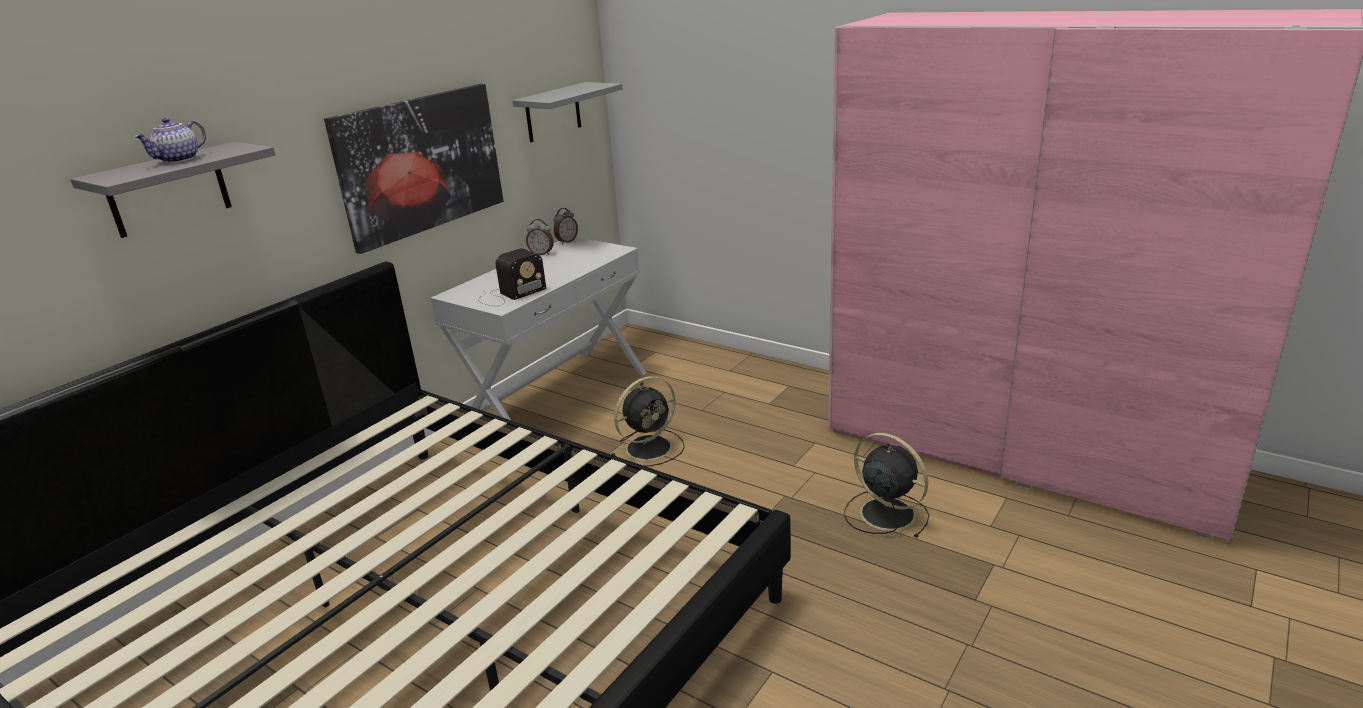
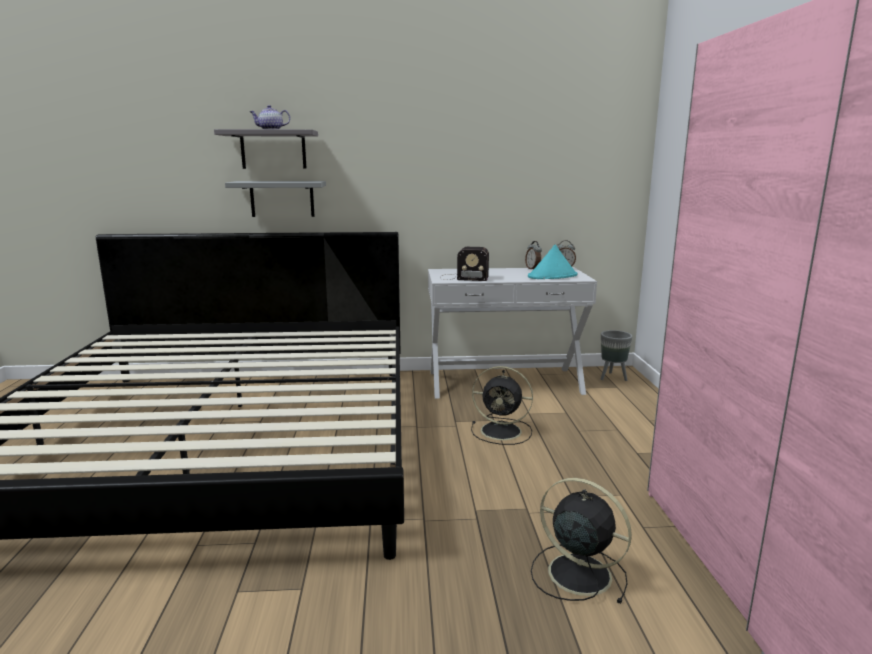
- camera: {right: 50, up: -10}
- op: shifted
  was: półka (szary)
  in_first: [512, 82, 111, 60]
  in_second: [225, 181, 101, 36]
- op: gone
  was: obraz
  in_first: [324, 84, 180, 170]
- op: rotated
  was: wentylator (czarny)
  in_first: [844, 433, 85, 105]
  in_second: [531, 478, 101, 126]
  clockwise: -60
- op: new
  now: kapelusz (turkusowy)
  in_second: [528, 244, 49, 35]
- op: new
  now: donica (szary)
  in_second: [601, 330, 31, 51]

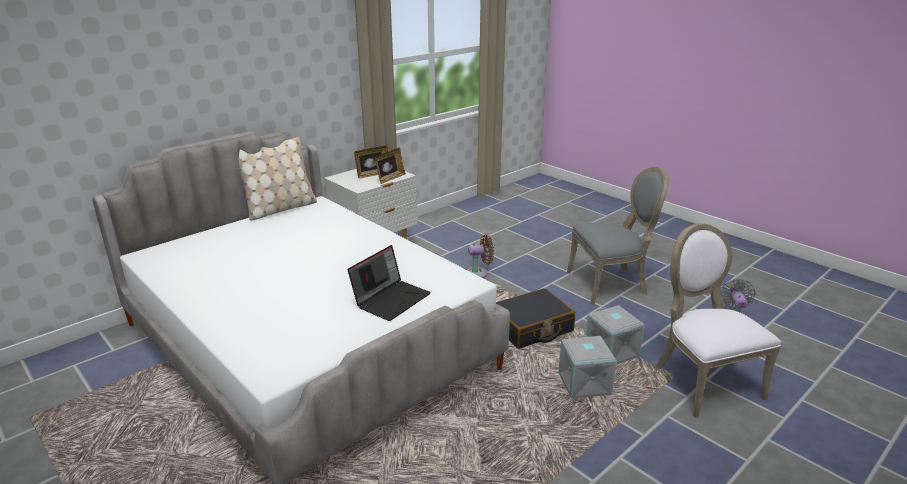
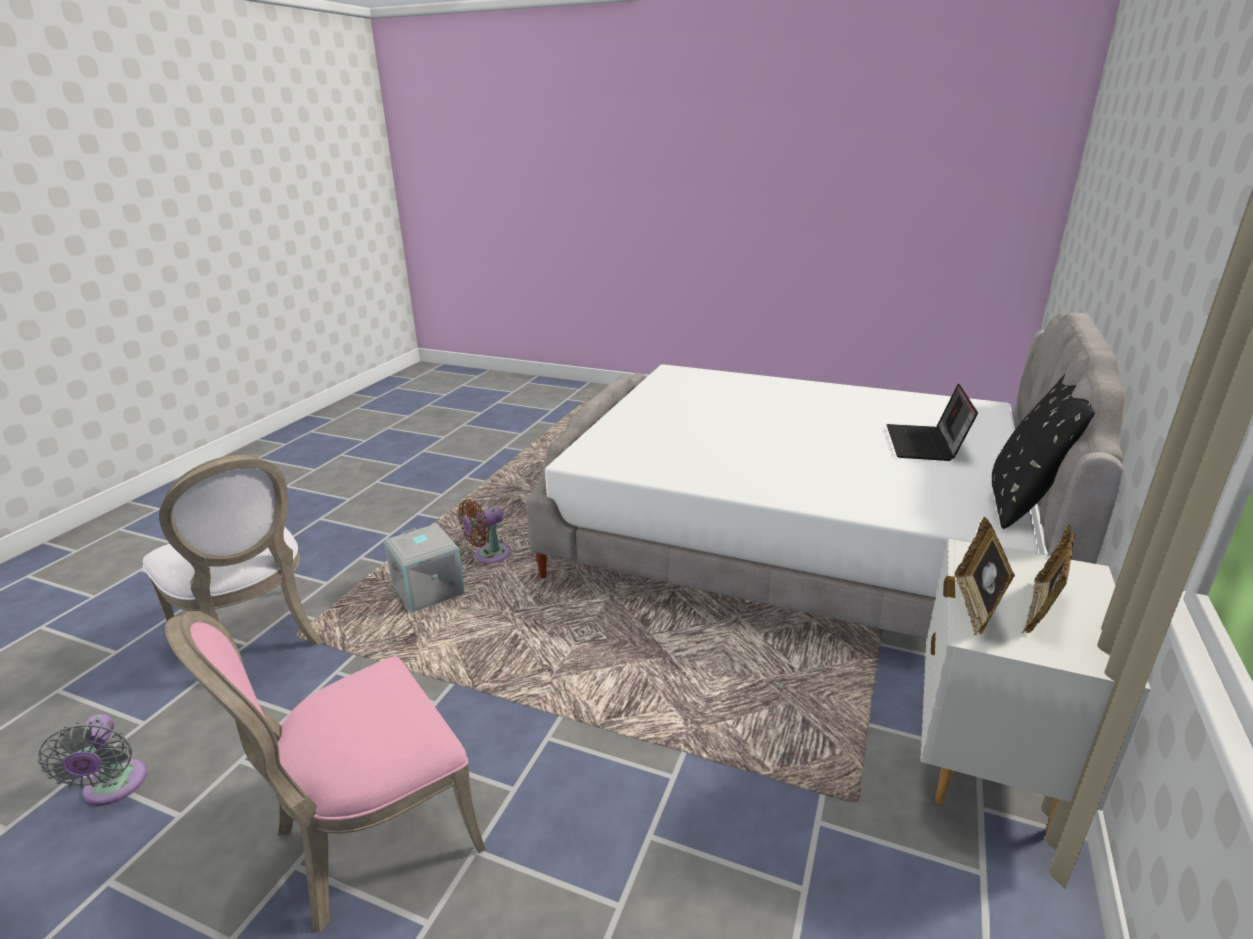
- camera: {right: 155, up: 0}
- op: repainted
  was: poduszka (beżowy)
  now: poduszka (czarny)
  in_first: [239, 137, 78, 84]
  in_second: [992, 373, 103, 156]
- op: repainted
  was: krzesło (szary)
  now: krzesło (różowy)
  in_first: [567, 167, 102, 138]
  in_second: [165, 611, 321, 321]
- op: shifted
  was: wentylator (brązowy)
  in_first: [467, 235, 27, 43]
  in_second: [458, 499, 52, 64]
- op: shifted
  was: laptop
  in_first: [347, 245, 84, 76]
  in_second: [886, 383, 92, 78]
- op: gone
  was: walizka (czarny)
  in_first: [496, 288, 79, 61]
- op: gone
  was: pojemnik do przechowywania (szary)
  in_first: [585, 305, 60, 59]

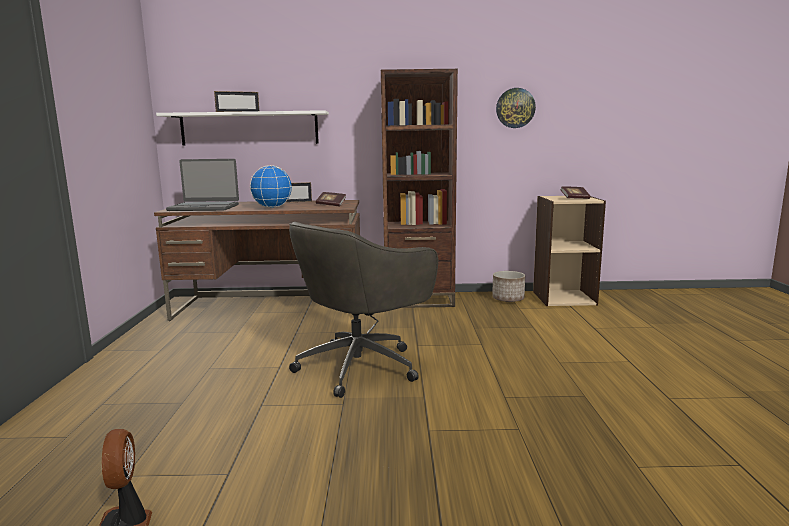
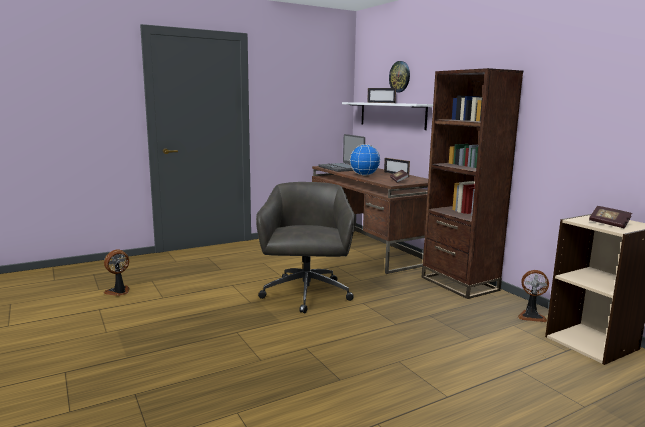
- camera: {right: 60, up: 0}
- op: shifted
  was: zegar ścienny
  in_first: [496, 88, 40, 40]
  in_second: [389, 61, 21, 31]
- op: rotated
  was: krzesło biurowe (szary)
  in_first: [289, 222, 149, 176]
  in_second: [256, 182, 99, 131]
  clockwise: 75
- op: swapped
  was: donica
  now: wentylator
  in_first: [492, 271, 33, 31]
  in_second: [518, 270, 31, 52]

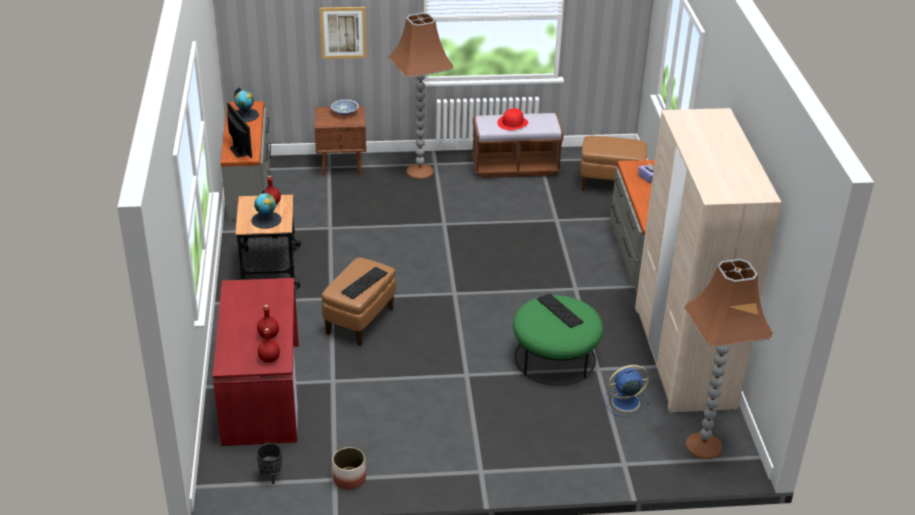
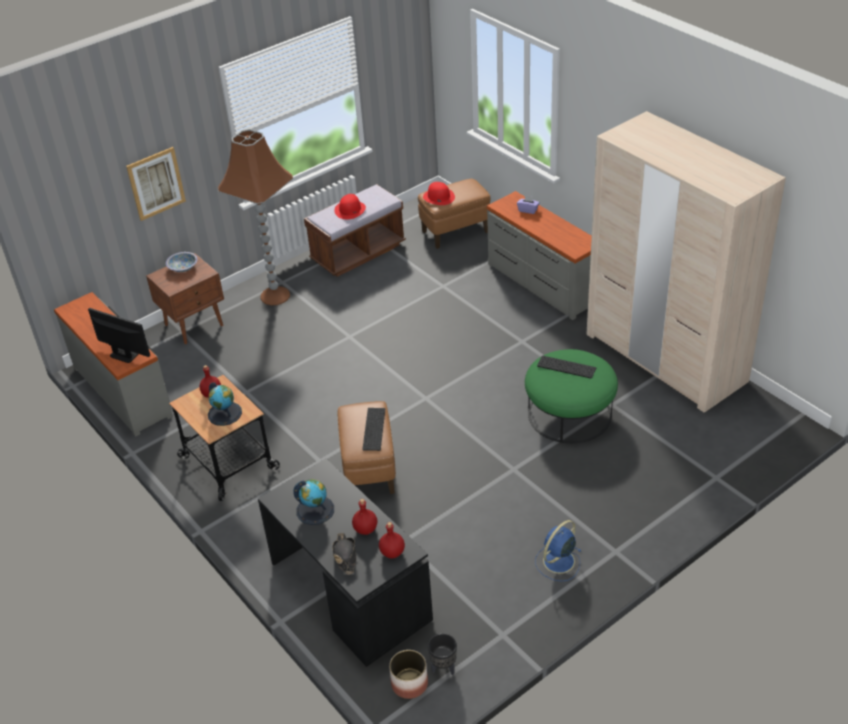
- camera: {right: -30, up: 5}
- op: shifted
  was: globus
  in_first: [234, 88, 25, 34]
  in_second: [293, 479, 41, 46]
- op: gone
  was: lampa stojąca (brązowy)
  in_first: [684, 259, 89, 200]
- op: repainted
  was: biurko (czerwony)
  now: biurko (czarny)
  in_first: [213, 278, 86, 168]
  in_second: [258, 459, 175, 208]
- op: shifted
  was: wentylator (niebieski)
  in_first: [604, 365, 45, 52]
  in_second: [535, 520, 46, 61]
- op: shifted
  was: donica
  in_first: [332, 447, 34, 43]
  in_second: [389, 650, 39, 49]
- op: new
  now: kapelusz (czerwony)
  in_second: [423, 182, 32, 23]
- op: new
  now: kapelusz (czarny)
  in_second: [332, 533, 24, 42]

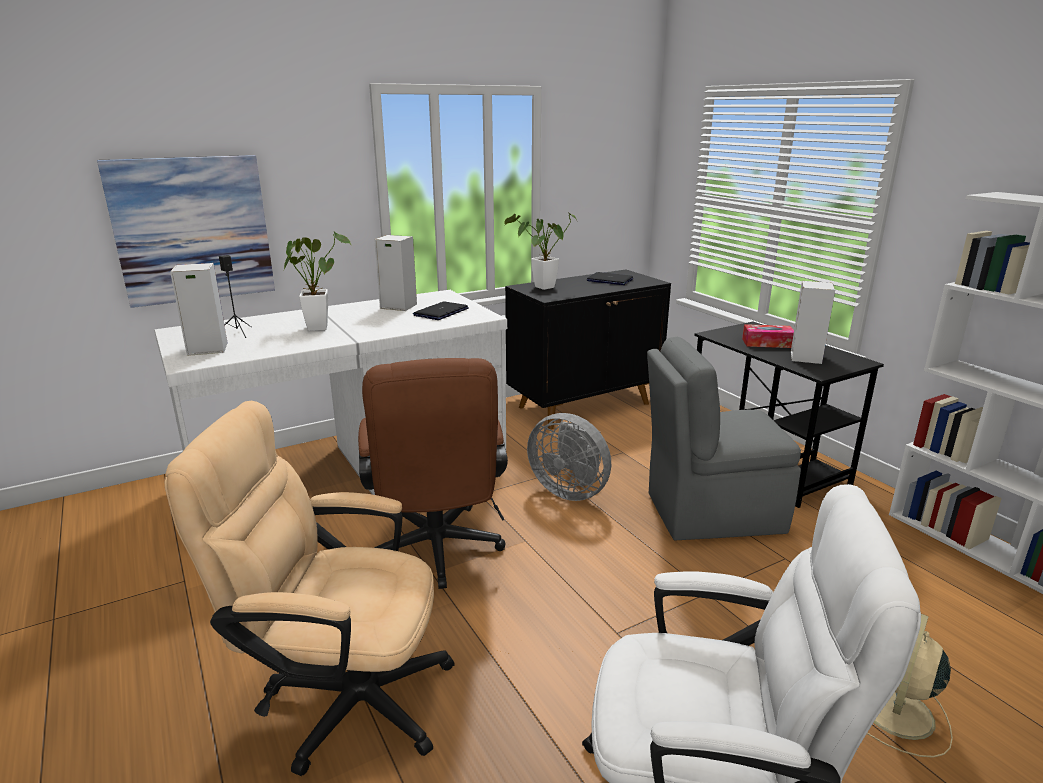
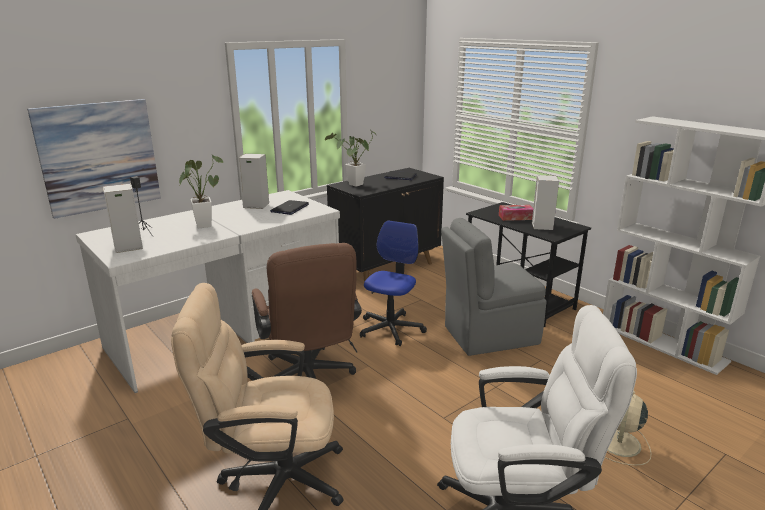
- camera: {right: -10, up: 0}
- op: swapped
  was: wentylator (szary)
  now: krzesło biurowe
  in_first: [527, 413, 84, 88]
  in_second: [360, 220, 67, 126]

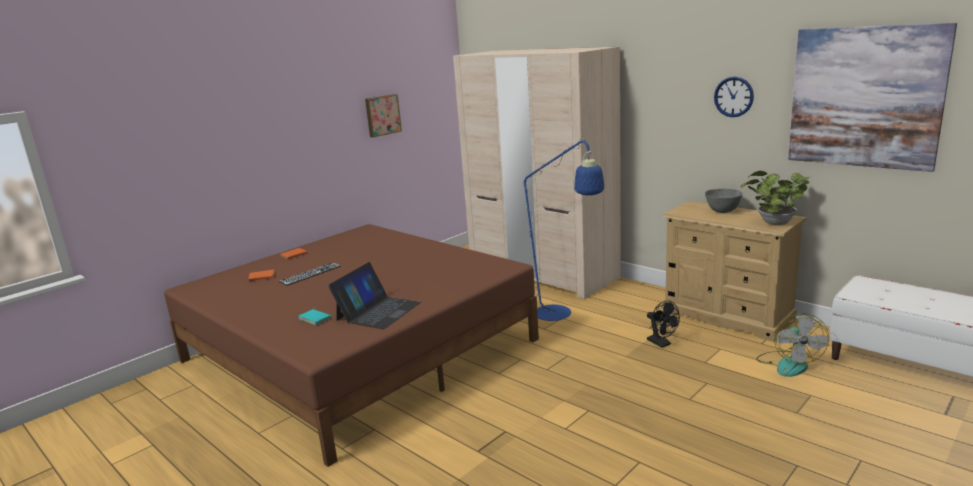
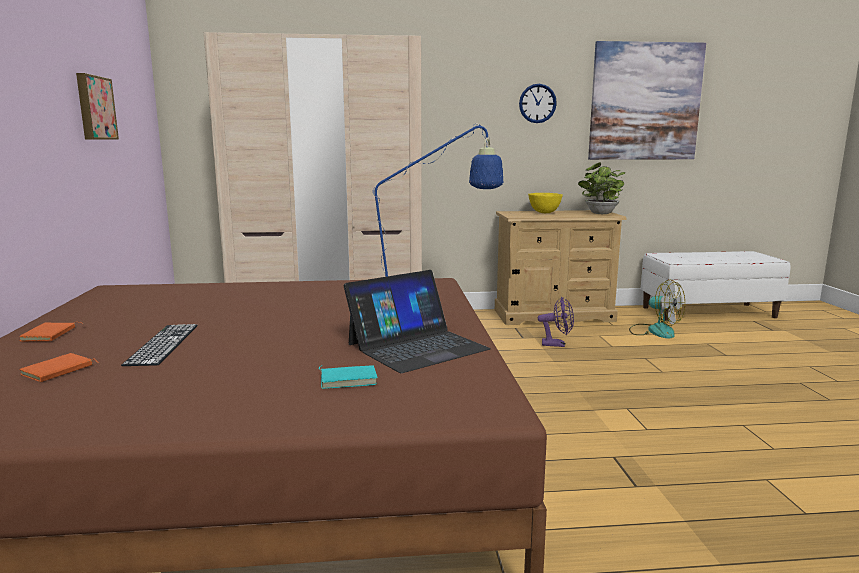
- camera: {right: -50, up: -5}
- op: repainted
  was: miska (szary)
  now: miska (żółty)
  in_first: [705, 189, 38, 24]
  in_second: [528, 193, 35, 20]
- op: rotated
  was: laptop
  in_first: [328, 262, 93, 67]
  in_second: [344, 270, 147, 103]
  clockwise: 75
- op: repainted
  was: wentylator (czarny)
  now: wentylator (fioletowy)
  in_first: [647, 300, 33, 48]
  in_second: [538, 296, 36, 51]

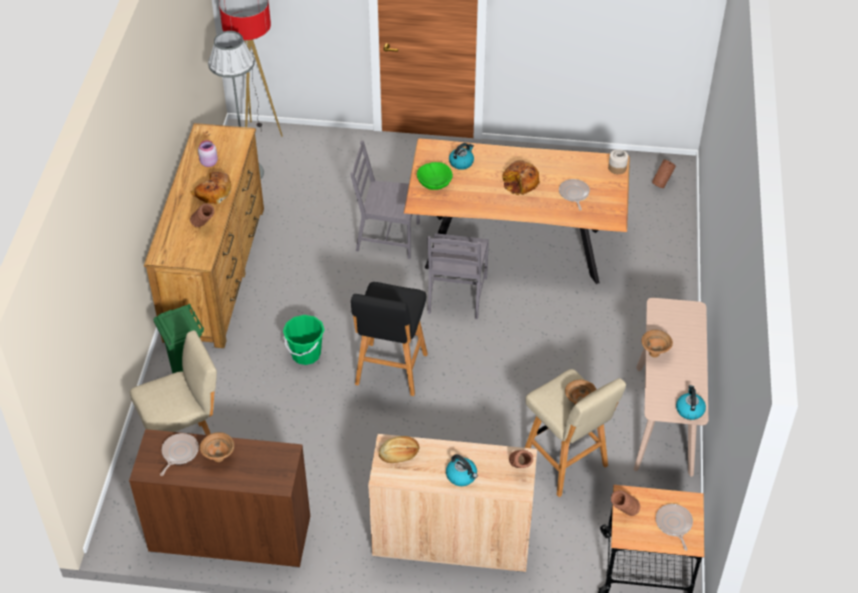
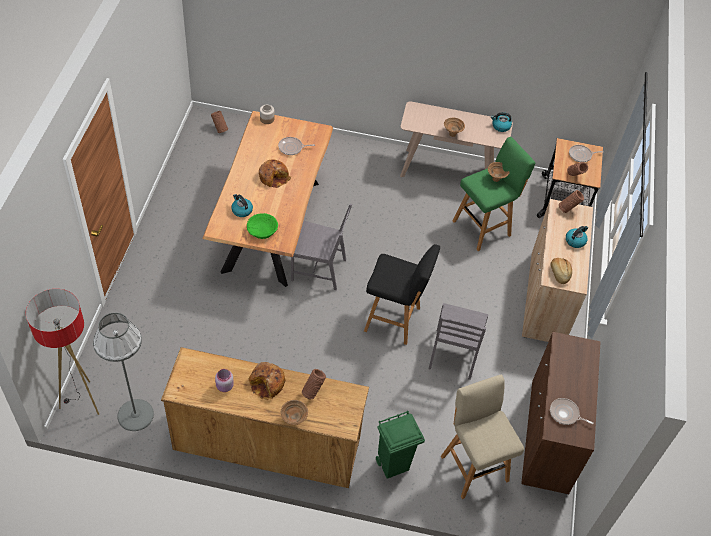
- camera: {right: -90, up: 5}
- op: shifted
  was: krzesło (szary)
  in_first: [350, 141, 70, 118]
  in_second: [429, 303, 59, 77]
- op: gone
  was: wiadro (zielony)
  in_first: [283, 315, 41, 50]
- op: repainted
  was: stołek (beżowy)
  now: stołek (zielony)
  in_first: [525, 369, 101, 128]
  in_second: [453, 137, 82, 114]
- op: shifted
  was: miska (brązowy)
  in_first: [200, 432, 34, 30]
  in_second: [281, 400, 27, 25]

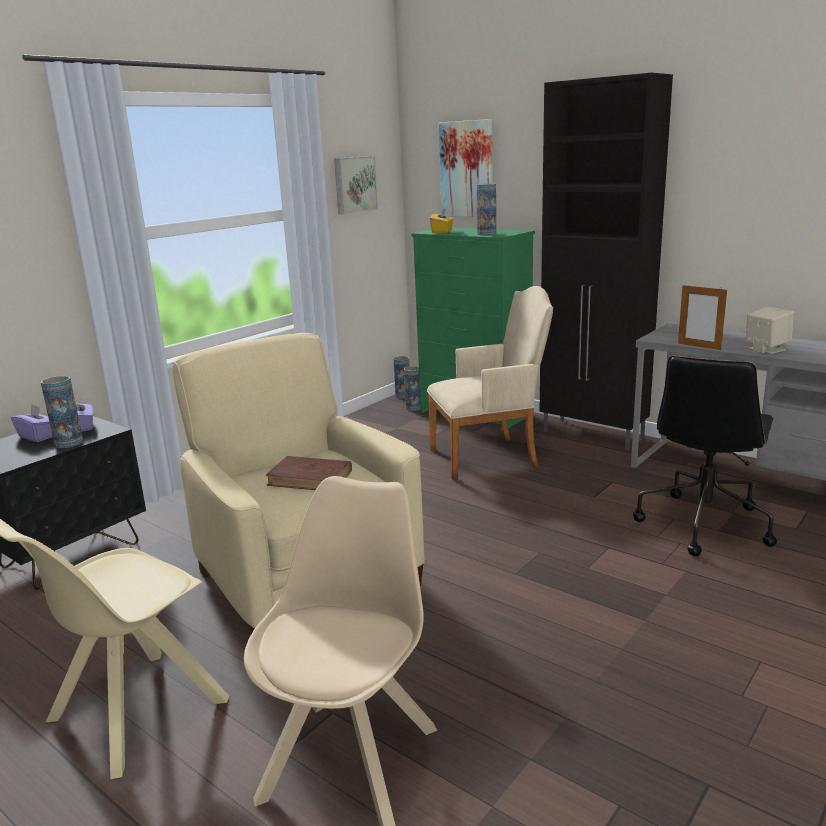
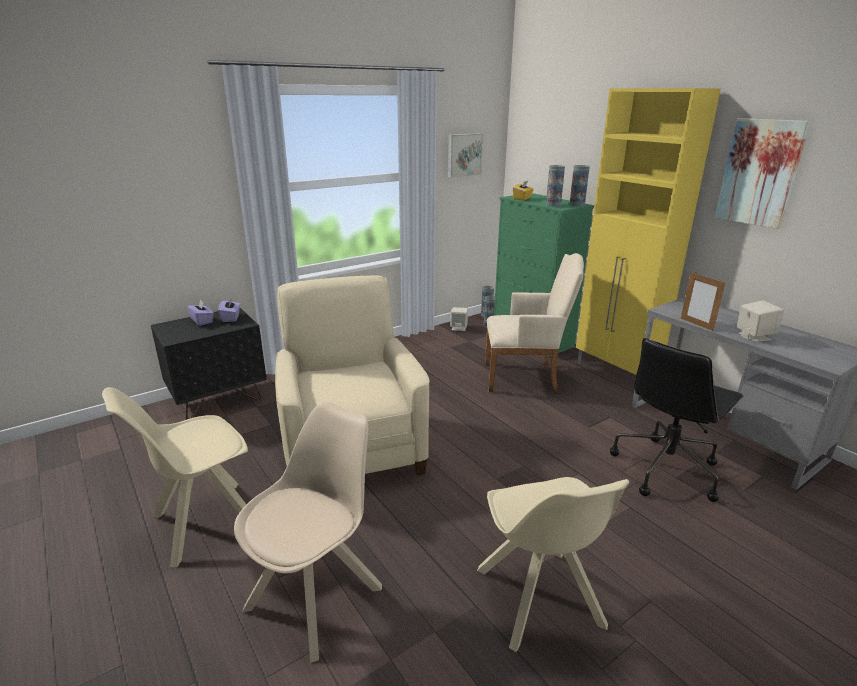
- camera: {right: 15, up: 5}
- op: repainted
  was: szafka (czarny)
  now: szafka (żółty)
  in_first: [539, 73, 134, 377]
  in_second: [576, 88, 145, 287]
- op: shifted
  was: obraz
  in_first: [439, 119, 53, 98]
  in_second: [715, 118, 96, 111]
- op: shifted
  was: wazon
  in_first: [41, 376, 42, 72]
  in_second: [569, 165, 21, 41]
- op: gone
  was: książka (brązowy)
  in_first: [265, 456, 87, 34]
- op: new
  now: głośnik (beżowy)
  in_second: [450, 307, 18, 24]
- op: new
  now: krzesło (beżowy)
  in_second: [477, 477, 152, 175]

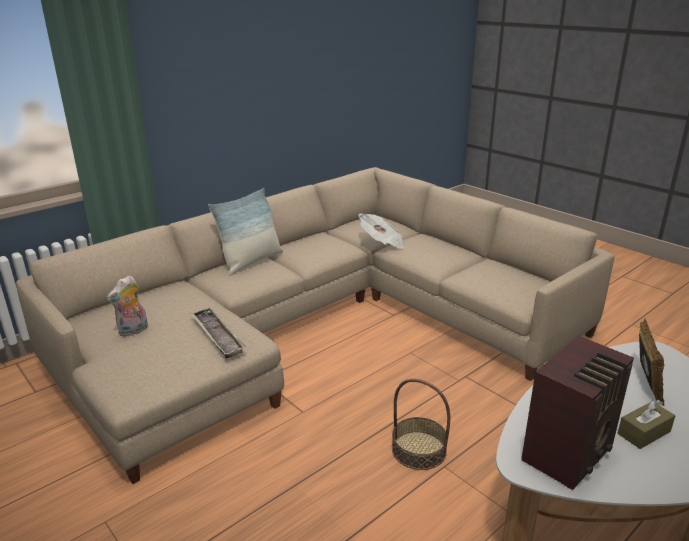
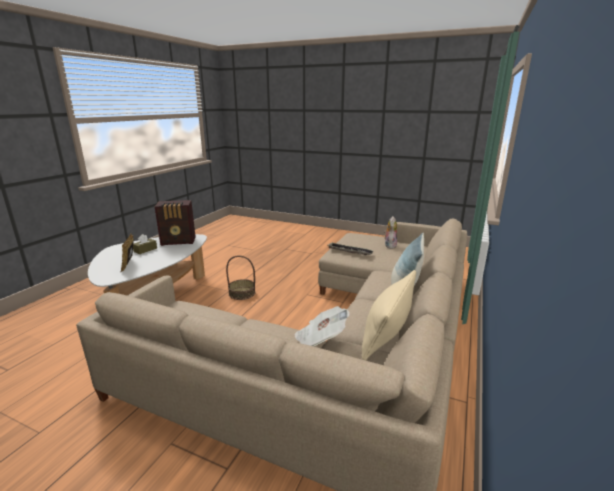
- camera: {right: 155, up: -5}
- op: rotated
  was: radio
  in_first: [521, 336, 113, 154]
  in_second: [155, 200, 41, 46]
  clockwise: -120
- op: new
  now: poduszka (beżowy)
  in_second: [362, 270, 54, 91]

